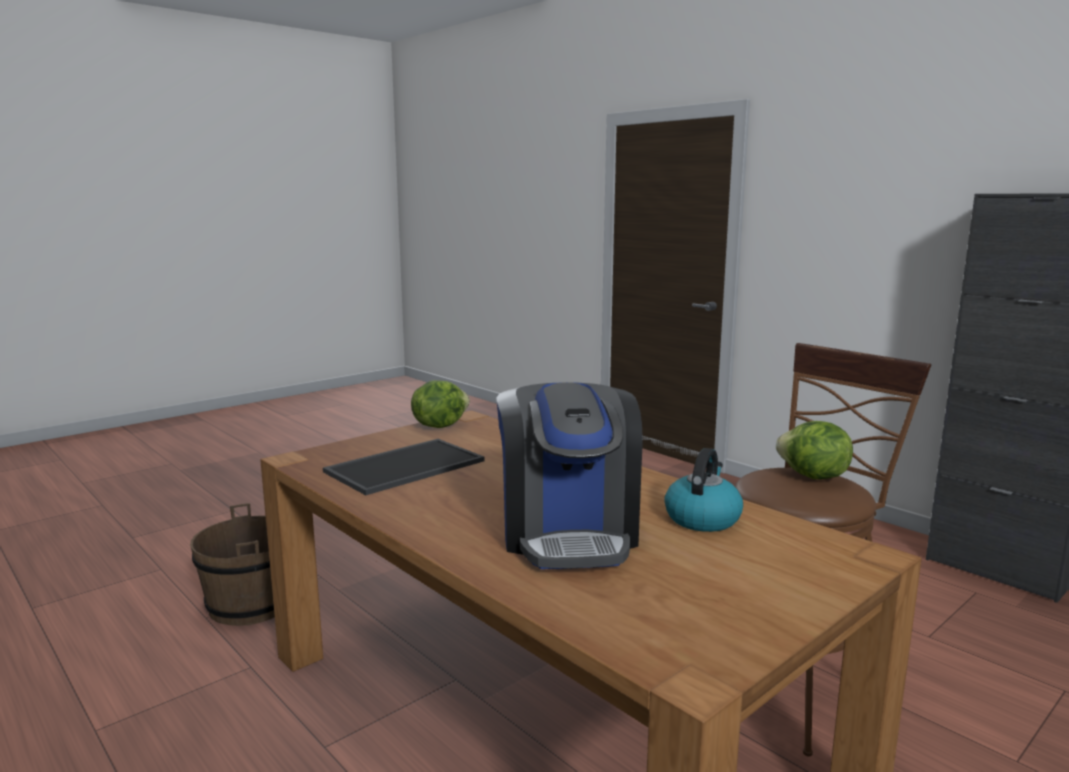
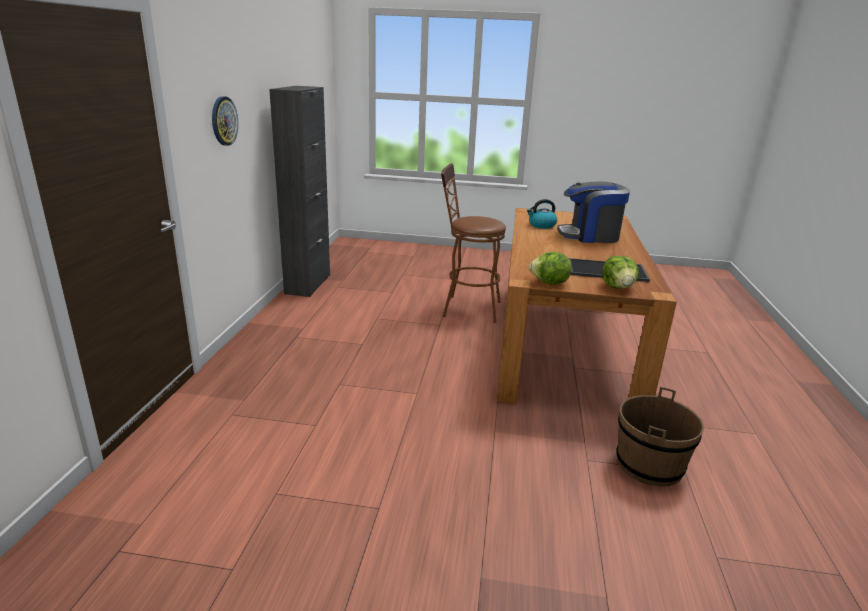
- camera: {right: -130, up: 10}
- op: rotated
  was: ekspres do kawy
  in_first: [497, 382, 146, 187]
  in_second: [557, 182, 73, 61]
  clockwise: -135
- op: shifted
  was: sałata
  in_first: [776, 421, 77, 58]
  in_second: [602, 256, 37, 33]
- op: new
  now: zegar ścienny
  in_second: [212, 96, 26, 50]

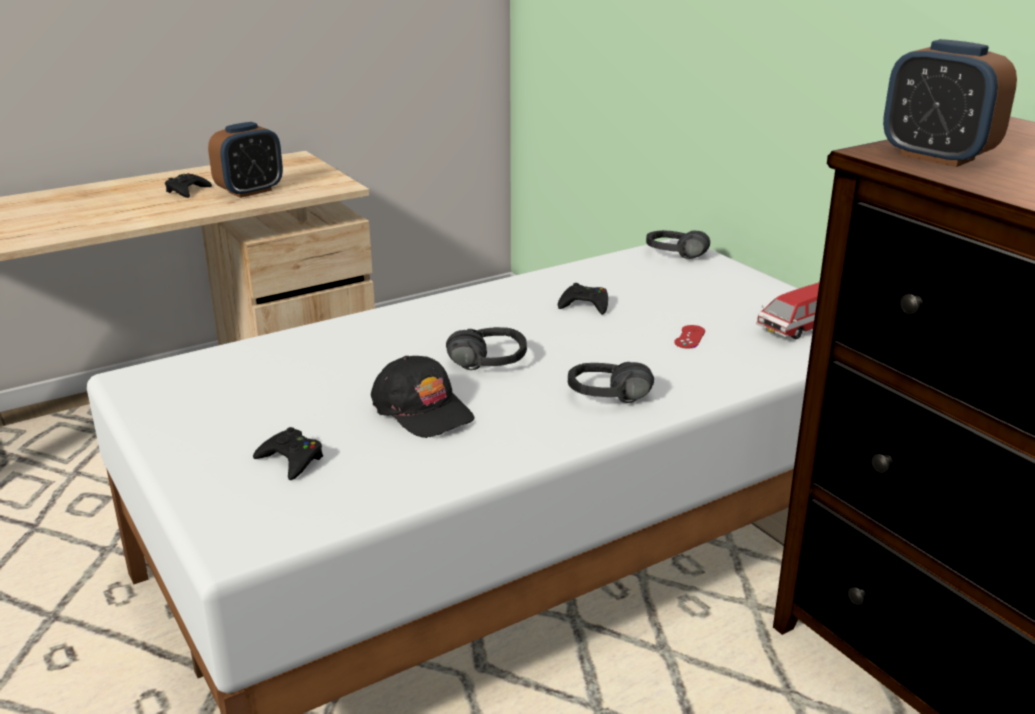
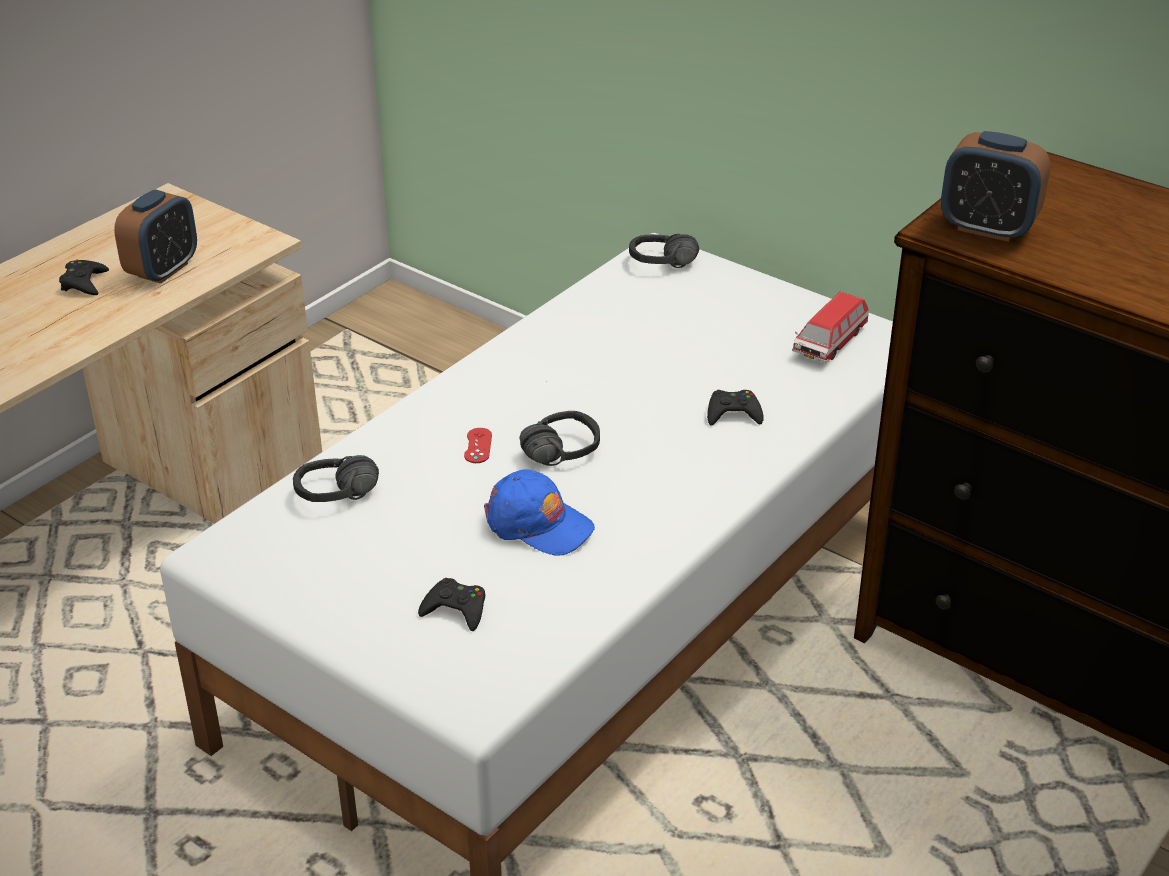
- camera: {right: -20, up: 10}
- op: shifted
  was: pad do gier (czarny)
  in_first: [558, 283, 50, 32]
  in_second: [707, 390, 57, 36]
- op: shifted
  was: pad do gier (czerwony)
  in_first: [674, 325, 31, 24]
  in_second: [464, 428, 28, 35]
- op: repainted
  was: czapka z daszkiem (czarny)
  now: czapka z daszkiem (niebieski)
  in_first: [371, 356, 103, 82]
  in_second: [484, 469, 111, 87]
- op: shifted
  was: słuchawki (czarny)
  in_first: [568, 362, 86, 41]
  in_second: [293, 455, 86, 47]

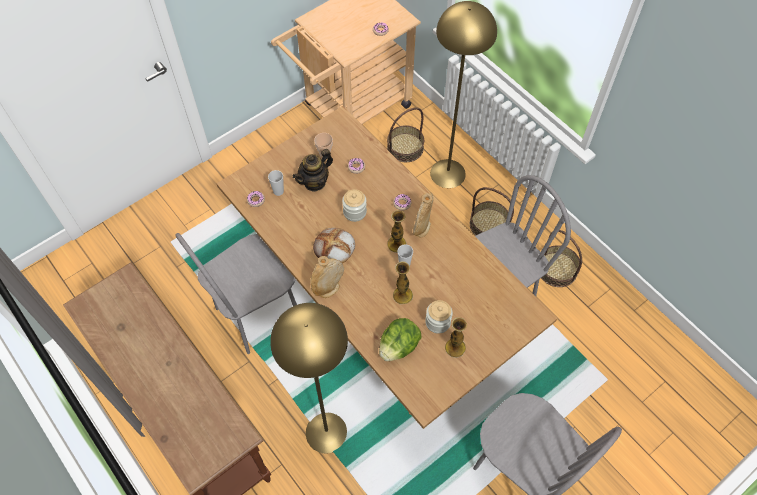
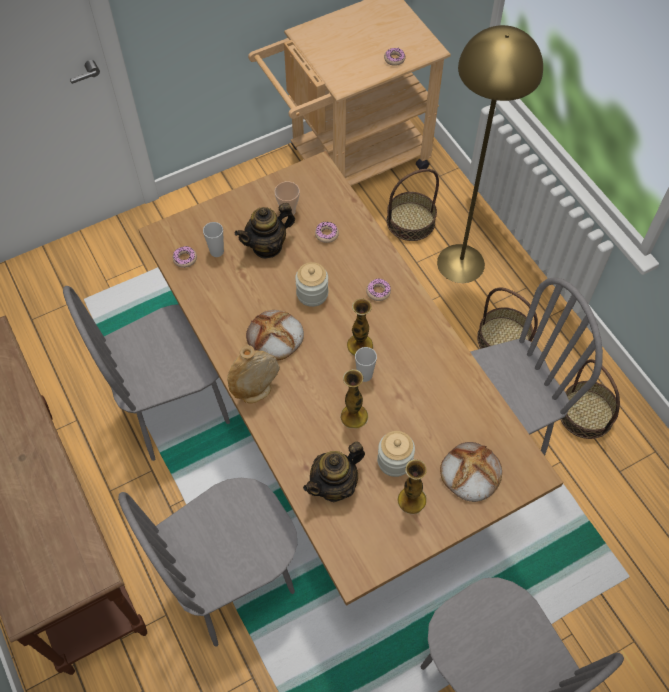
- camera: {right: 10, up: 0}
- op: gone
  was: wazon (beżowy)
  in_first: [413, 193, 21, 44]
- op: swapped
  was: lampa stojąca (żółty)
  now: krzesło (szary)
  in_first: [270, 303, 78, 151]
  in_second: [118, 478, 179, 169]
- op: swapped
  was: sałata
  now: imbryk
  in_first: [379, 318, 43, 43]
  in_second: [303, 441, 62, 61]
- op: new
  now: chleb
  in_second: [440, 442, 62, 60]

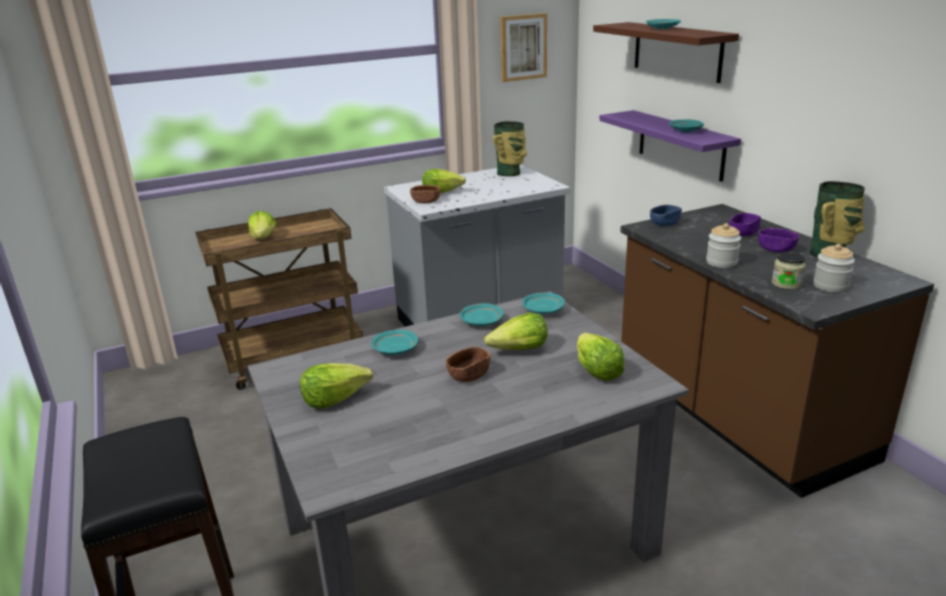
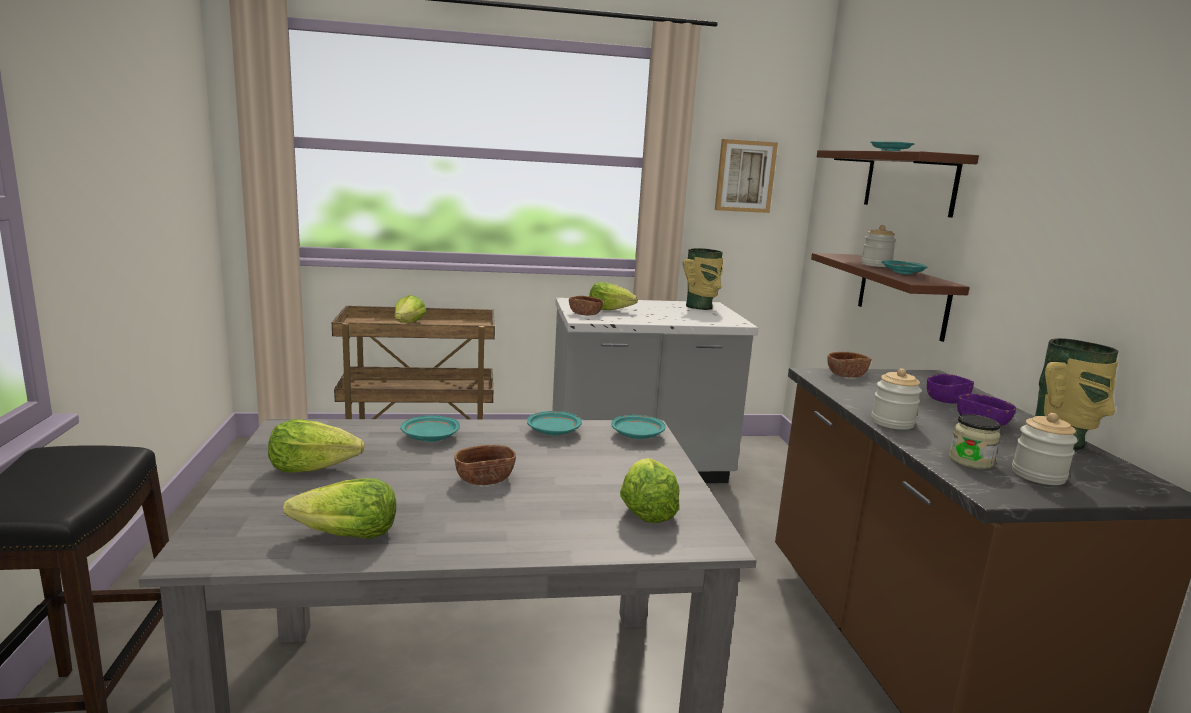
- camera: {right: 15, up: -10}
- op: repainted
  was: półka (fioletowy)
  now: półka (brązowy)
  in_first: [599, 110, 142, 72]
  in_second: [811, 253, 159, 89]
- op: repainted
  was: miska (niebieski)
  now: miska (brązowy)
  in_first: [650, 205, 32, 21]
  in_second: [827, 352, 44, 25]
- op: shifted
  was: sałata
  in_first: [484, 313, 64, 37]
  in_second: [283, 478, 113, 61]
- op: new
  now: słoik
  in_second: [861, 225, 35, 42]

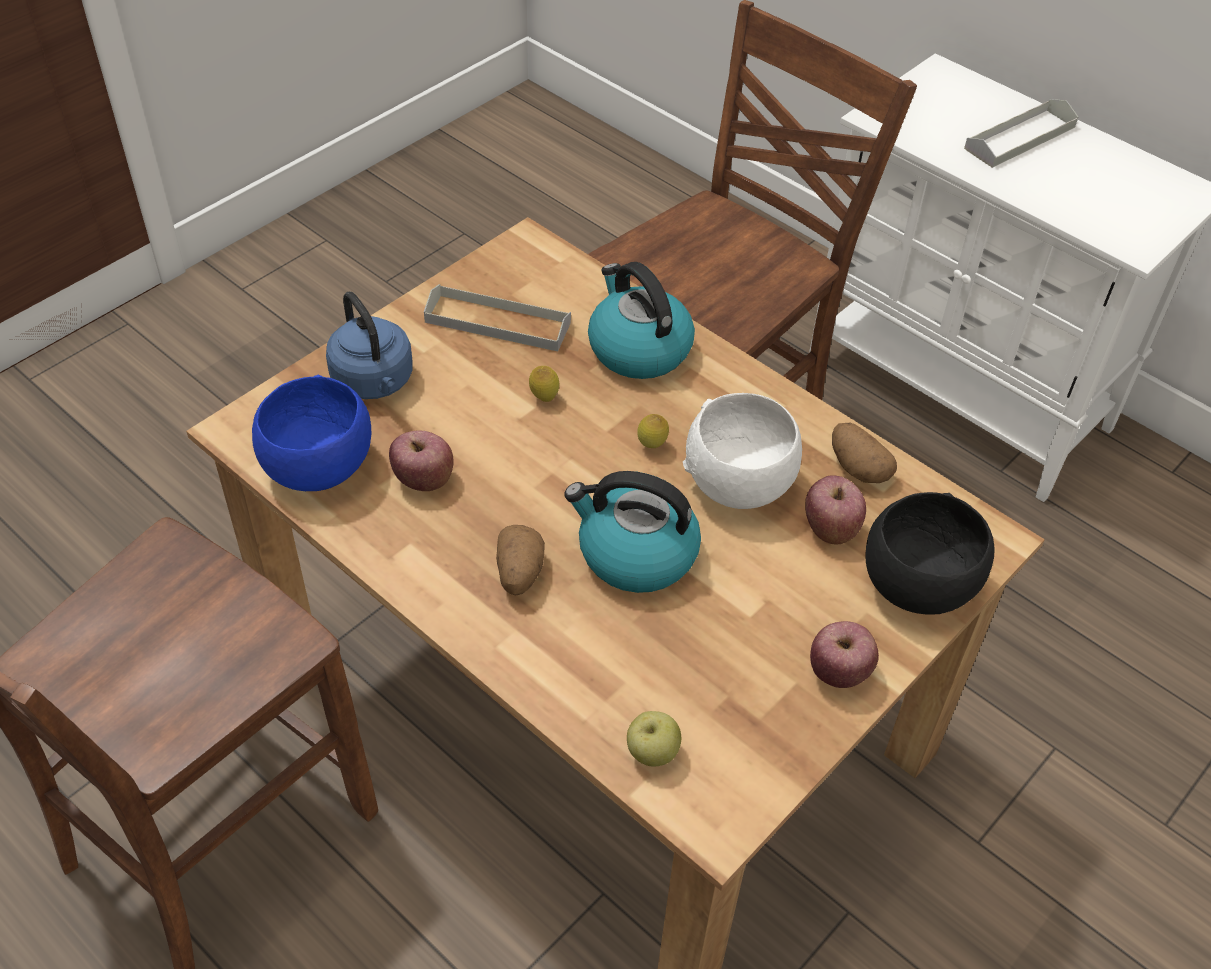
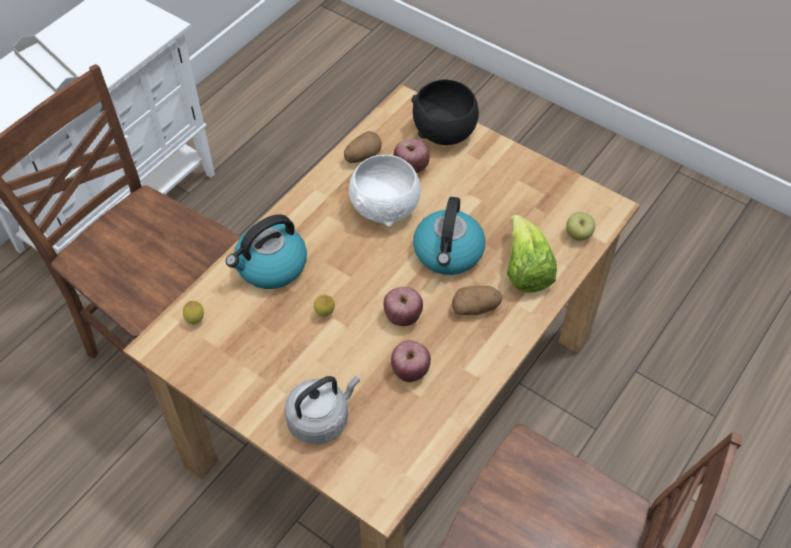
- camera: {right: -95, up: 5}
- op: gone
  was: taca (szary)
  in_first: [424, 284, 147, 67]
- op: repainted
  was: czajnik (niebieski)
  now: czajnik (szary)
  in_first: [326, 292, 87, 107]
  in_second: [284, 376, 76, 68]
- op: gone
  was: miska (niebieski)
  in_first: [252, 375, 119, 116]
- op: shifted
  was: cytryna
  in_first: [637, 414, 32, 34]
  in_second: [183, 301, 21, 23]
- op: shifted
  was: jabłko
  in_first: [810, 621, 69, 67]
  in_second: [383, 287, 40, 39]
- op: new
  now: sałata
  in_second: [507, 215, 50, 78]

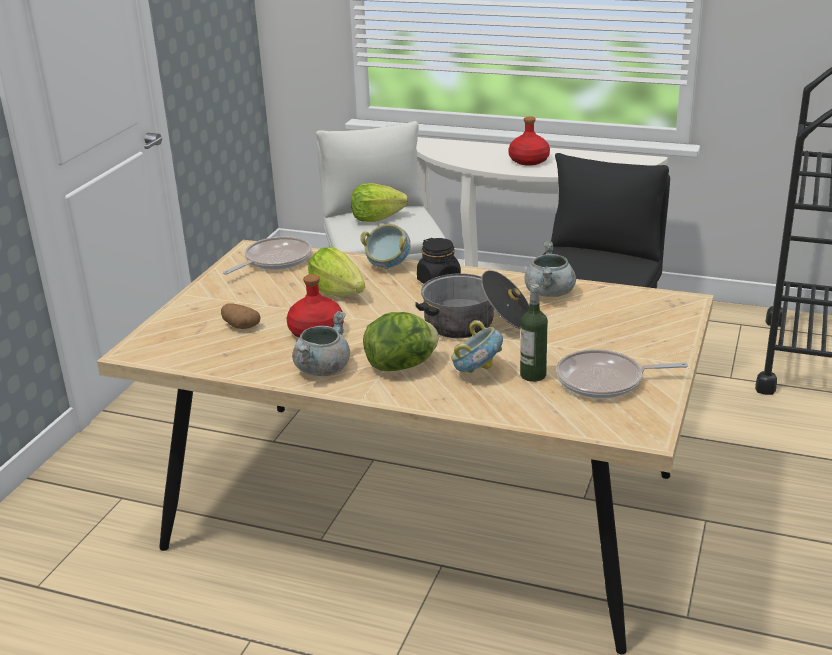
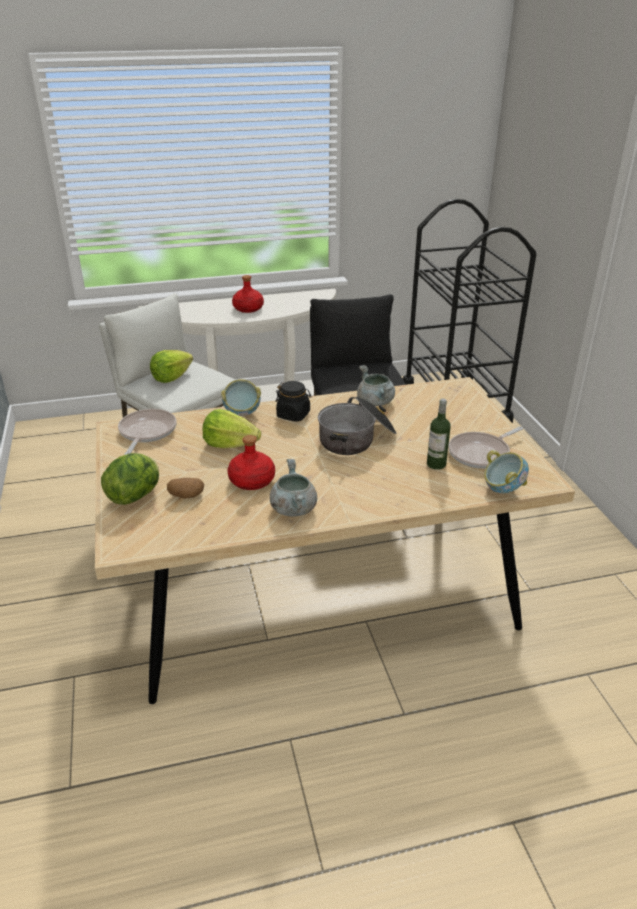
- camera: {right: -35, up: 5}
- op: shifted
  was: sałata
  in_first: [363, 312, 76, 59]
  in_second: [101, 453, 58, 52]
- op: shifted
  was: miska
  in_first: [451, 320, 52, 53]
  in_second: [484, 450, 45, 43]

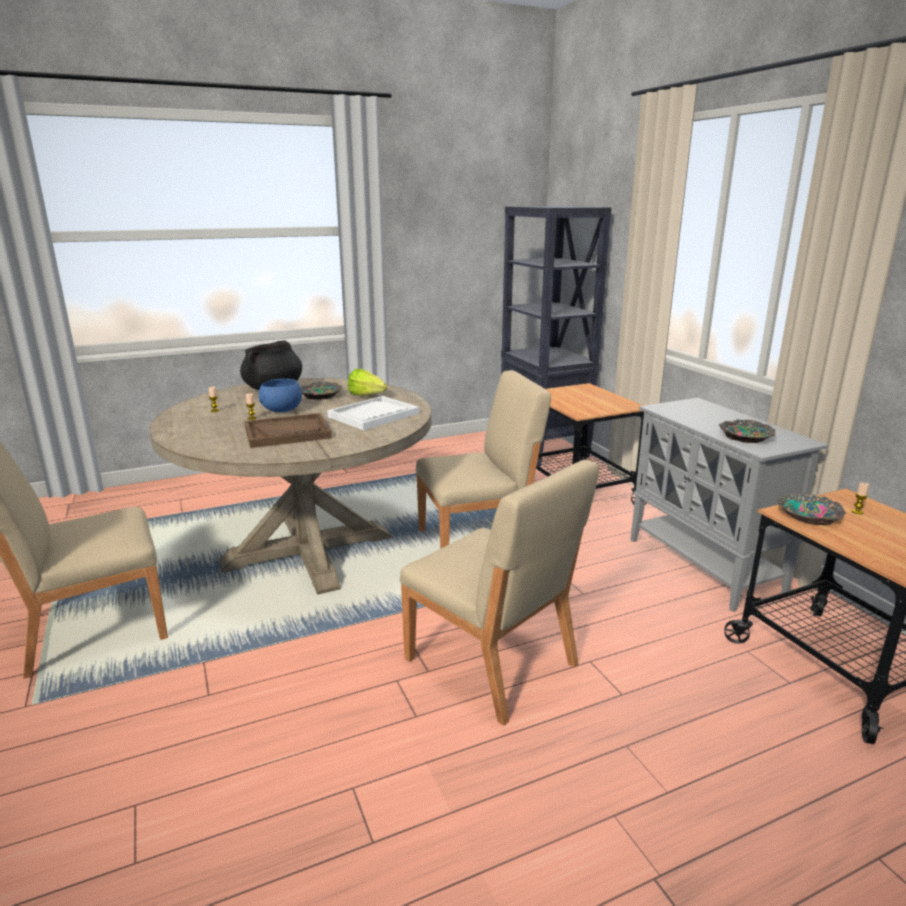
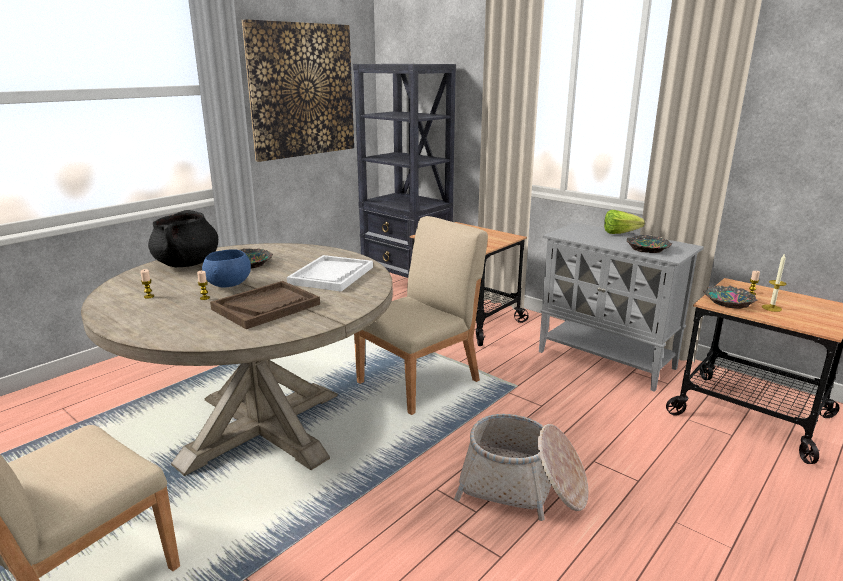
- camera: {right: -25, up: 0}
- op: shifted
  was: sałata
  in_first: [348, 369, 39, 27]
  in_second: [604, 210, 41, 24]
- op: swapped
  was: krzesło (beżowy)
  now: koszyk
  in_first: [400, 460, 199, 266]
  in_second: [454, 414, 135, 107]
- op: new
  now: obraz
  in_second: [242, 19, 112, 143]
- op: new
  now: świeca
  in_second: [762, 253, 24, 59]

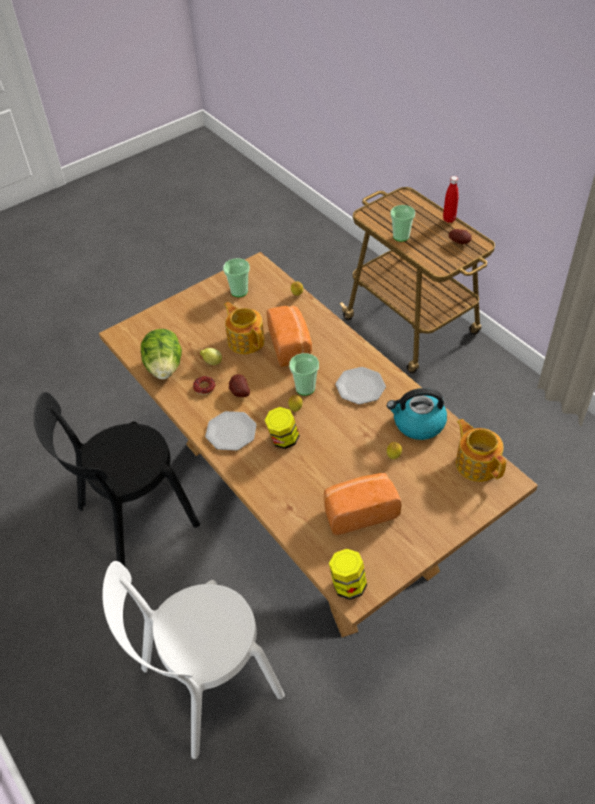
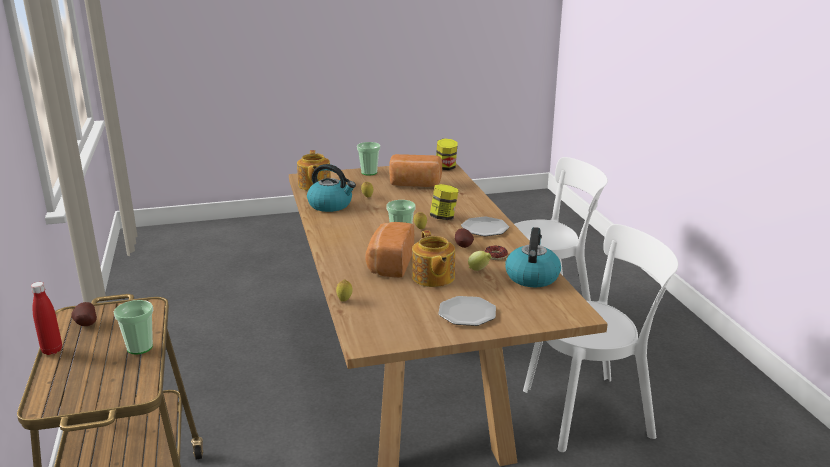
- camera: {right: -160, up: -25}
- op: shifted
  was: filiżanka
  in_first: [223, 258, 27, 39]
  in_second: [357, 142, 23, 33]
- op: swapped
  was: sałata
  now: czajnik
  in_first: [141, 329, 41, 50]
  in_second: [505, 227, 56, 60]
- op: shifted
  was: talerz
  in_first: [335, 367, 51, 37]
  in_second: [438, 296, 58, 30]
- op: repainted
  was: krzesło (czarny)
  now: krzesło (biały)
  in_first: [34, 392, 166, 174]
  in_second: [523, 224, 155, 228]

